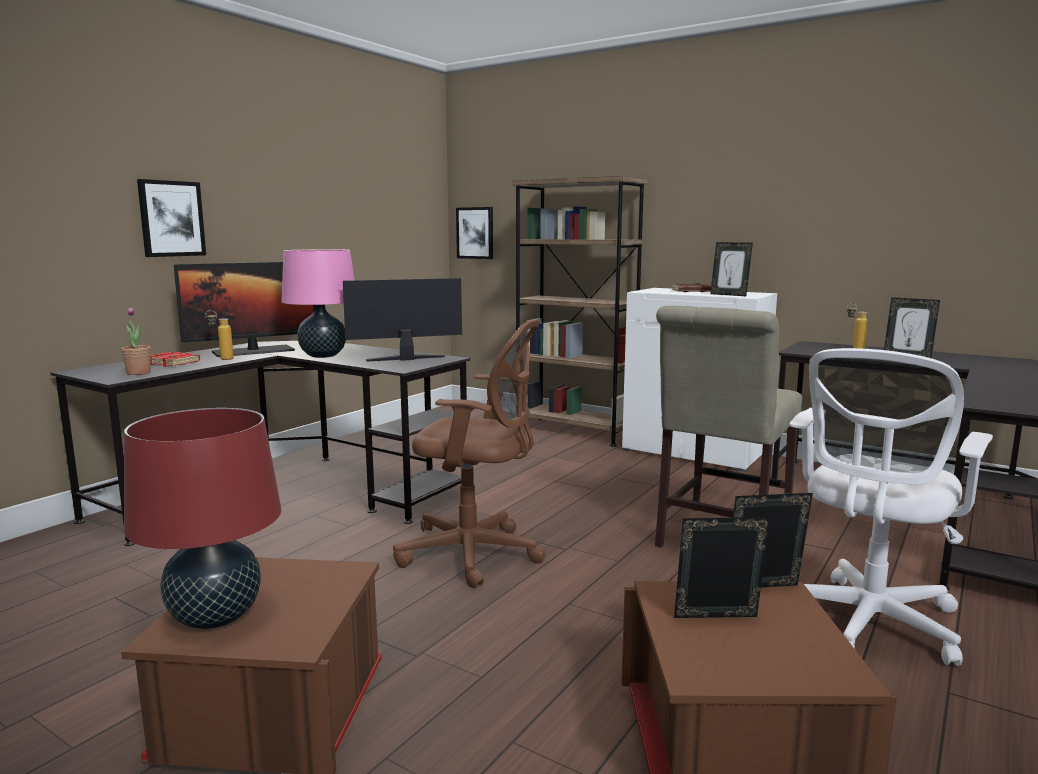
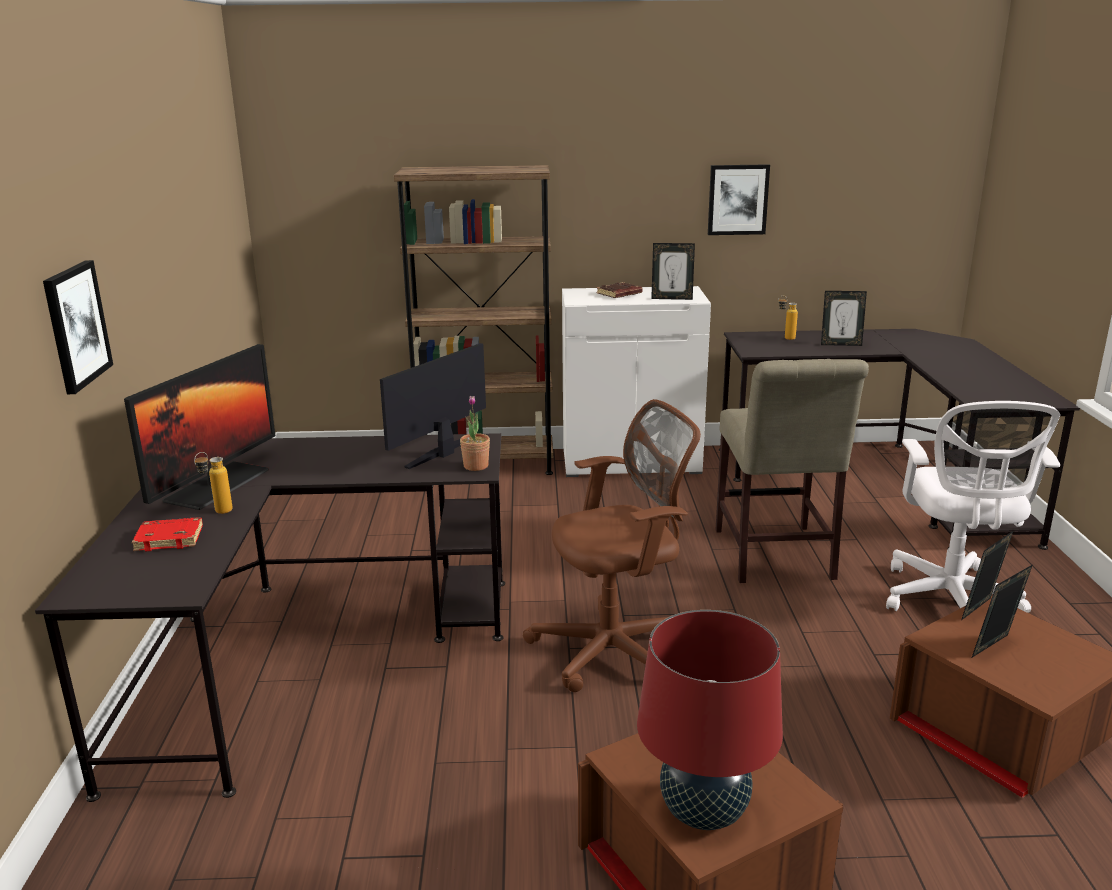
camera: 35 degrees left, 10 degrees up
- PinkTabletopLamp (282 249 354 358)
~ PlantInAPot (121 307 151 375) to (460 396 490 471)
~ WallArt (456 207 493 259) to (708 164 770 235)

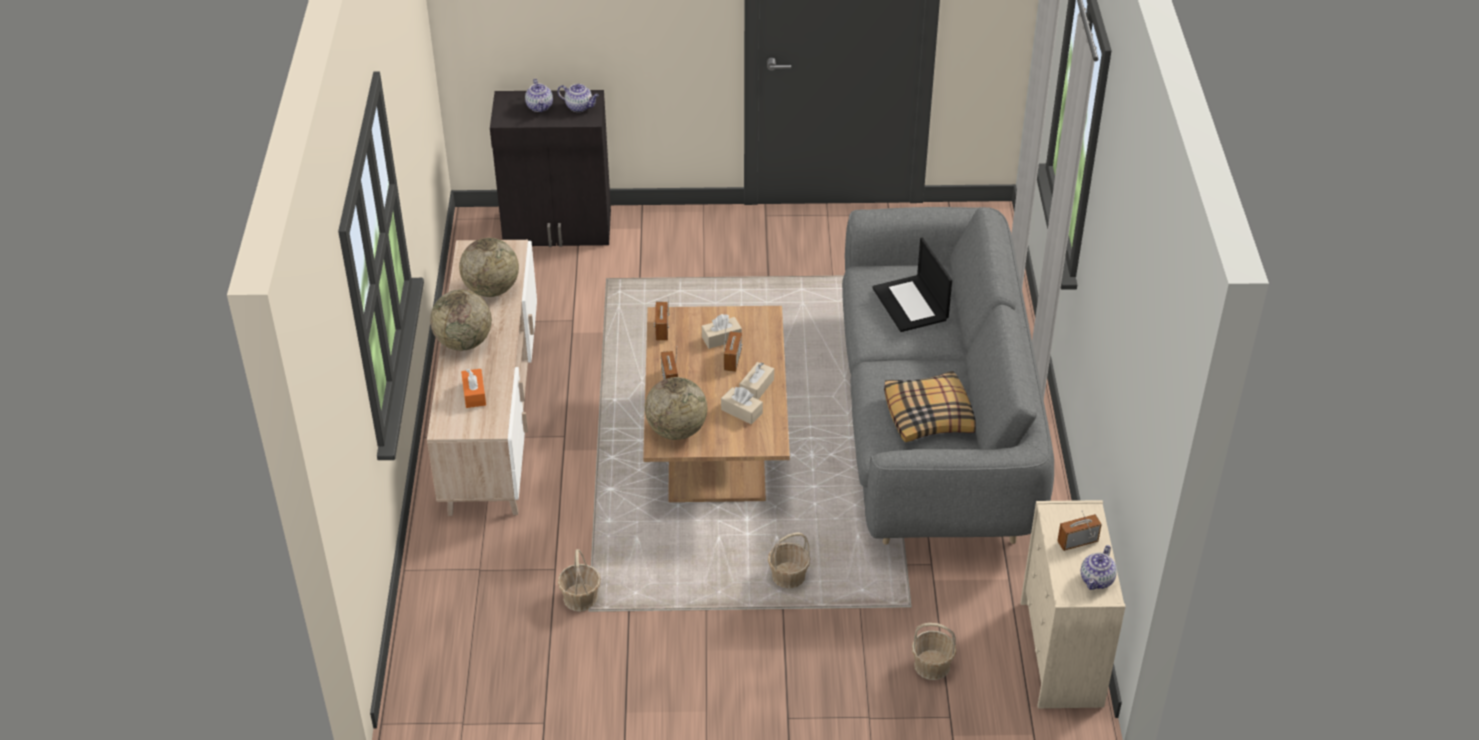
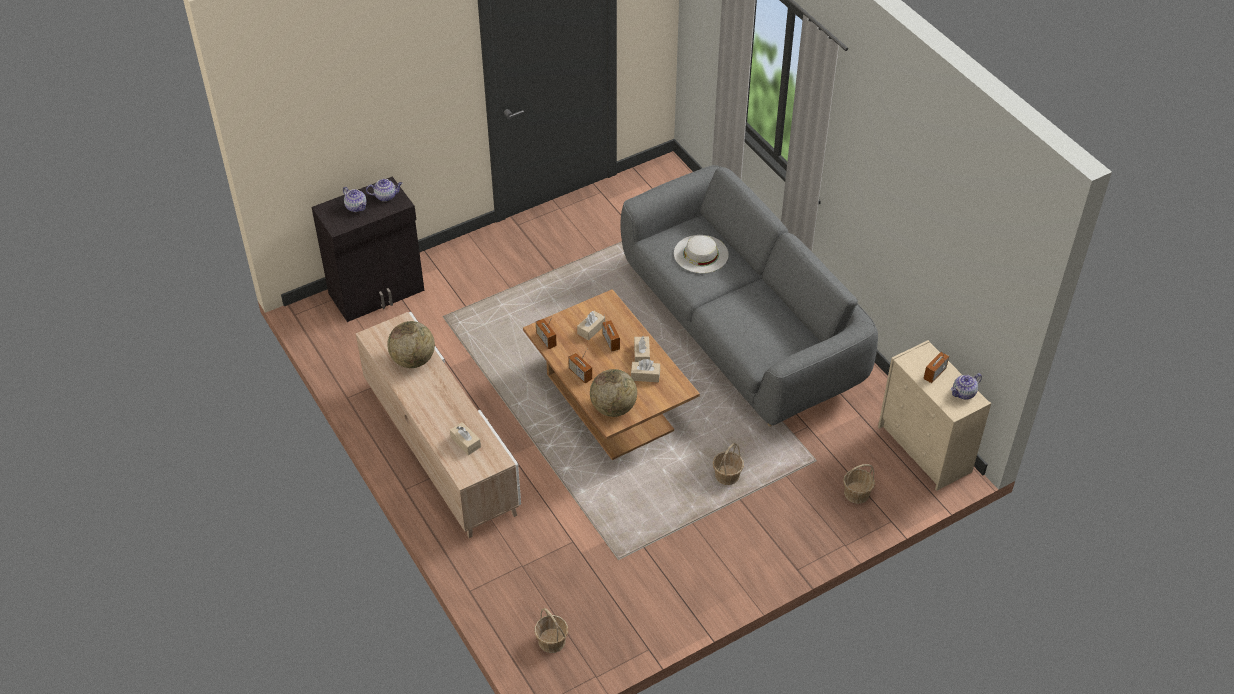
camera: 30 degrees left, 5 degrees up
- Globe (430 290 492 351)
- Cushion (884 371 976 442)
~ StorageBasket (558 549 601 612) to (534 608 568 653)
~ Laptop (872 238 952 332) to WhiteColouredHat (674 235 729 273)
~ OrangeTissueHolder (461 369 486 408) to BeigeColouredTissueHolder (450 422 481 455)
~ Teapot (1081 545 1117 590) = (951 373 982 400) 60 degrees clockwise

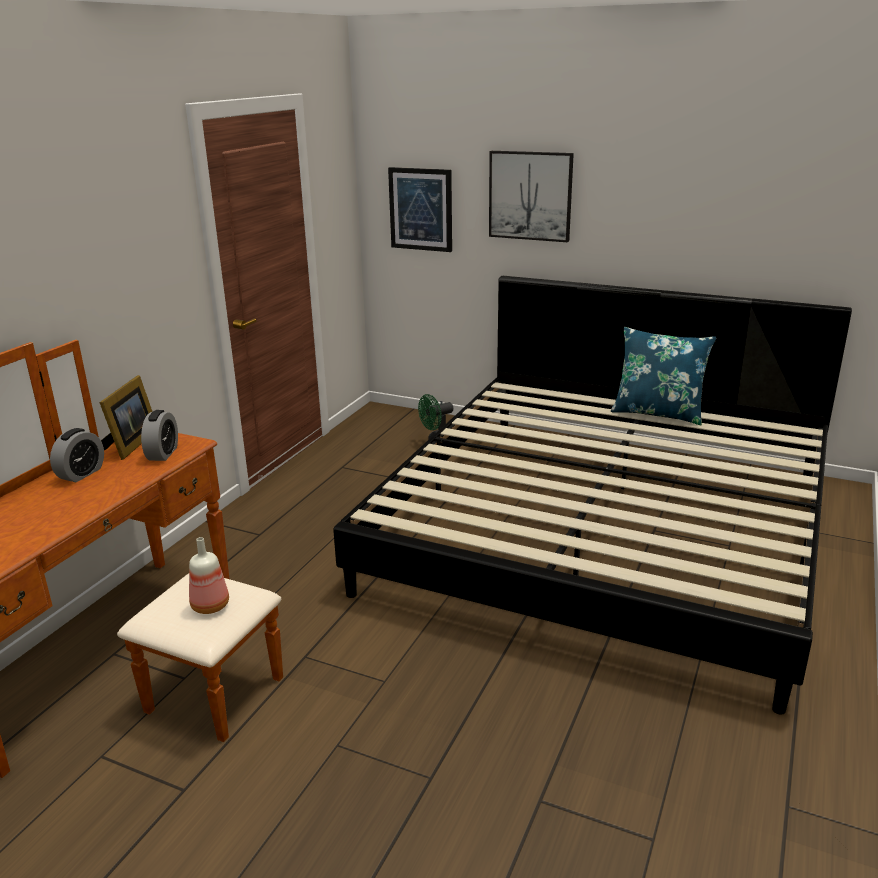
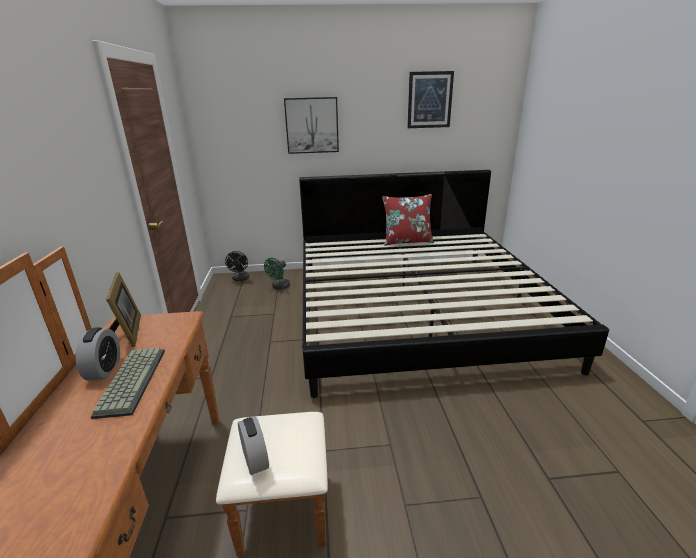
camera: 30 degrees left, 0 degrees up
- DrinkBottle (189 537 229 614)
+ Keyboard (91 348 165 419)
+ BlackishCoolingFan (225 251 249 281)
~ BedsideClock (141 410 178 461) to (238 416 269 475)
~ WallArt (388 167 452 252) to (407 71 454 128)
~ BlueCushion (611 327 717 425) to ReddishCushion (382 194 434 246)

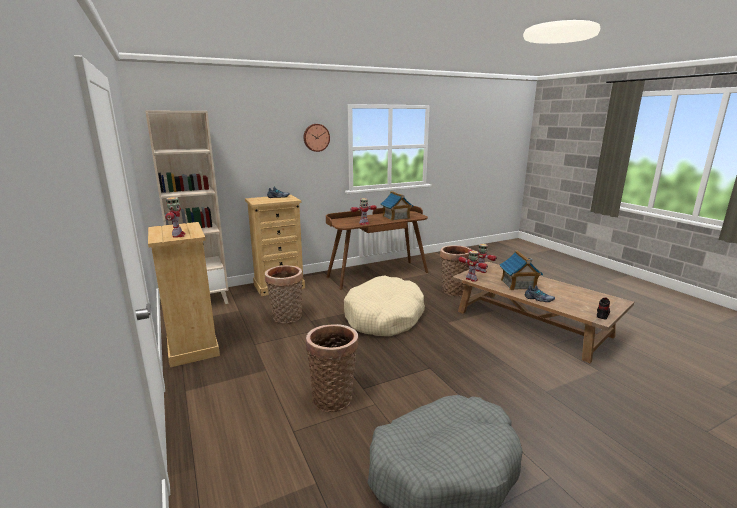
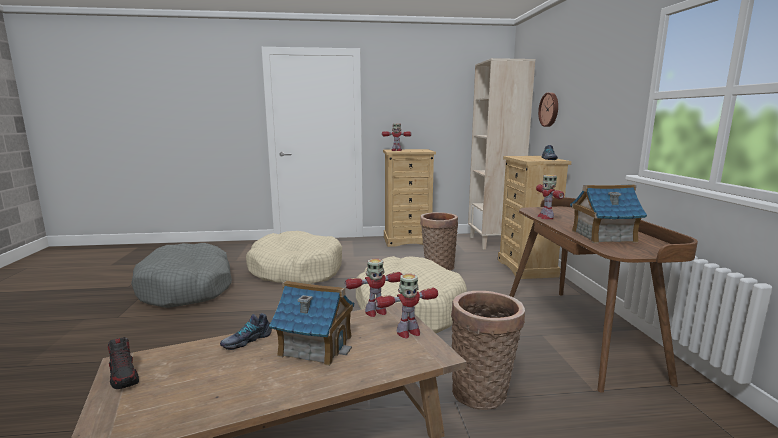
camera: 110 degrees right, 5 degrees down
~ WallClock (304 124 330 152) to (538 92 558 127)
~ StorageBasket (306 324 358 412) to BeigeColouredDogCushion (246 231 342 284)

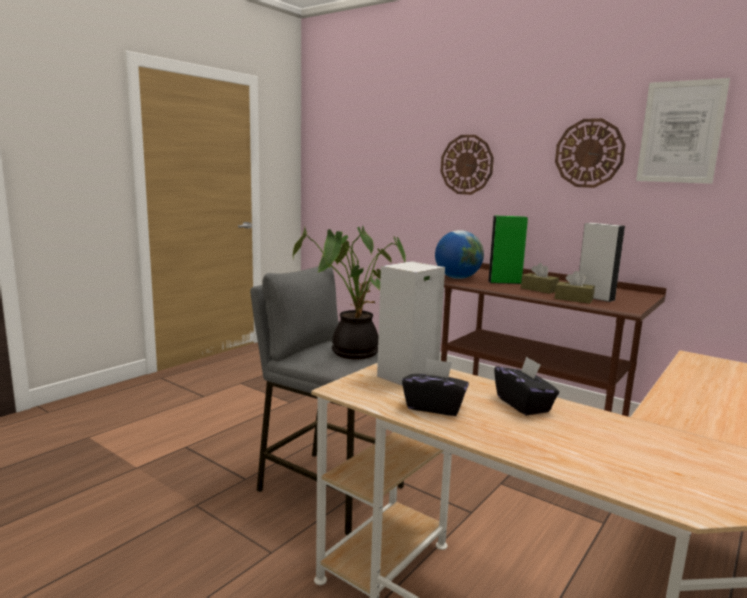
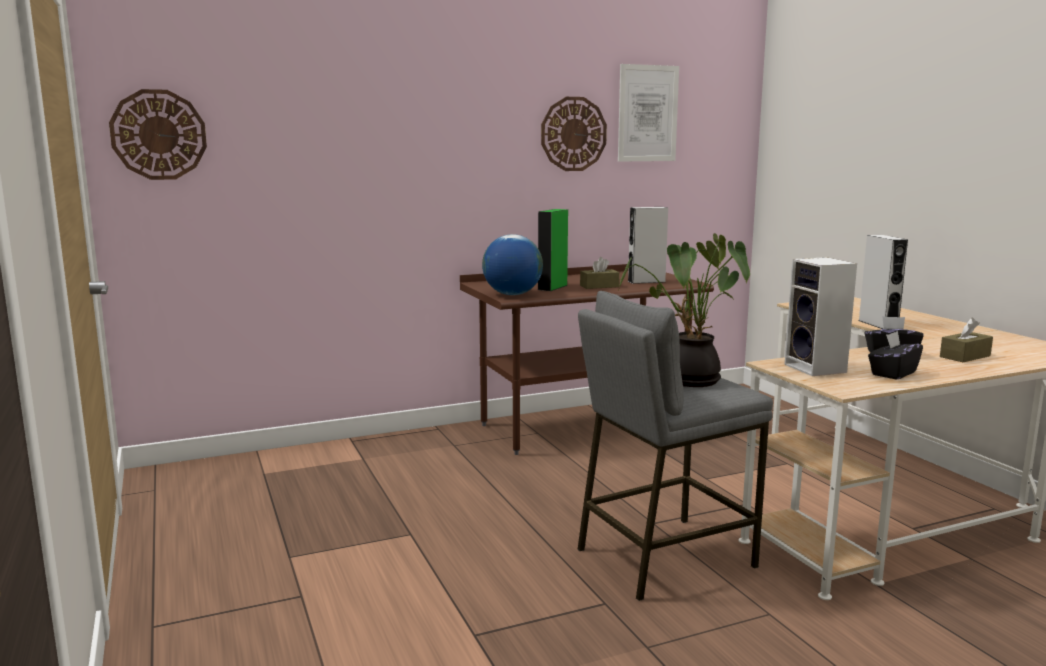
camera: 60 degrees left, 0 degrees up
+ GreyishAudioSpeaker (858 235 908 329)
~ WallClock (441 135 494 195) to (109 89 207 180)
~ BrownishTissueHolder (555 271 595 304) to (940 318 993 362)

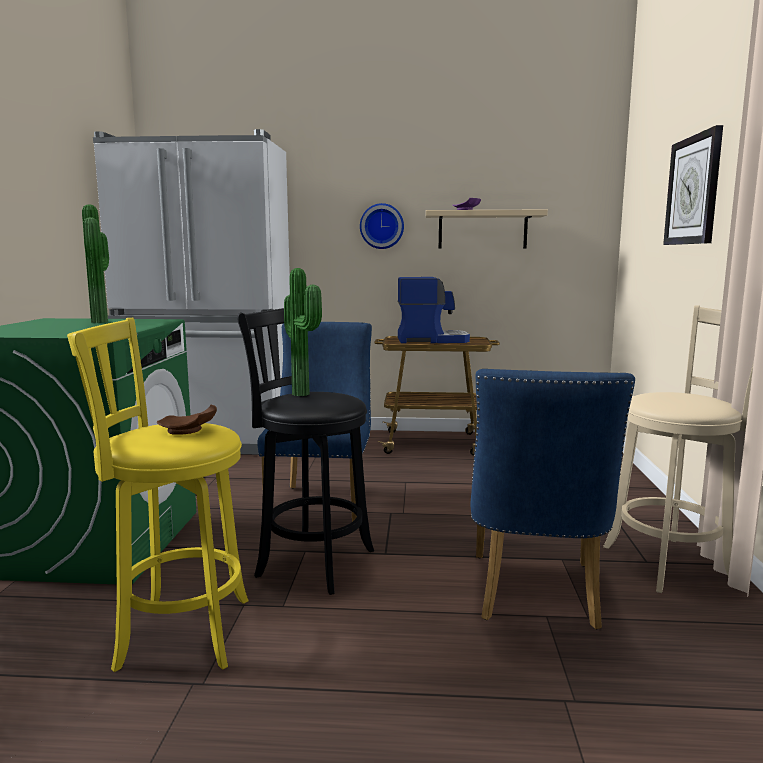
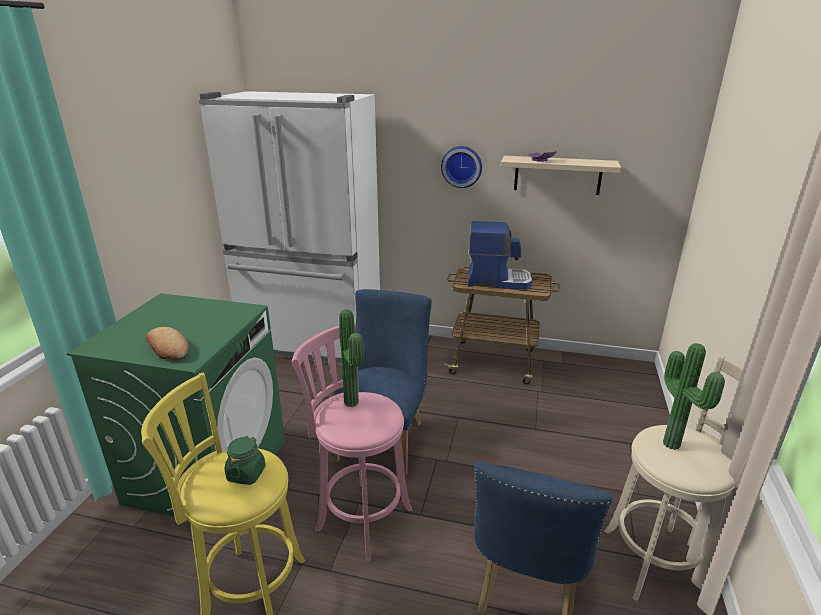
camera: 10 degrees right, 15 degrees up
- WallClock (663 125 723 245)
+ BakeryBread (146 327 189 360)
~ PlantInAPot (82 205 109 323) to (663 343 725 450)
~ BrownishFlatDish (157 405 217 435) to GreenColouredJar (225 436 266 485)
~ BlackishStoolSeat (237 308 374 595) to PinkStoolSeat (292 321 412 562)

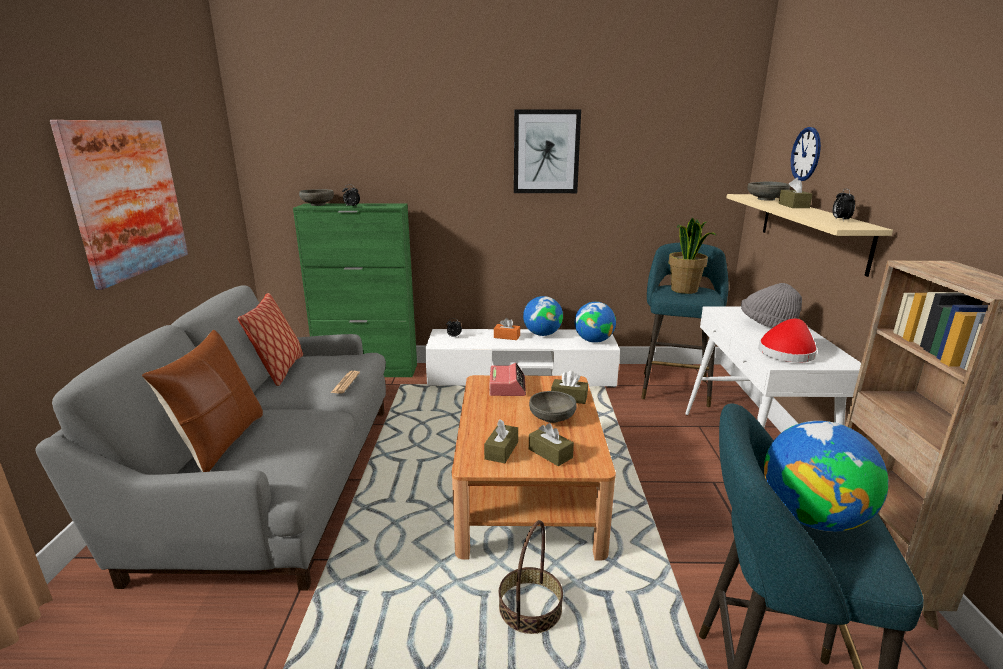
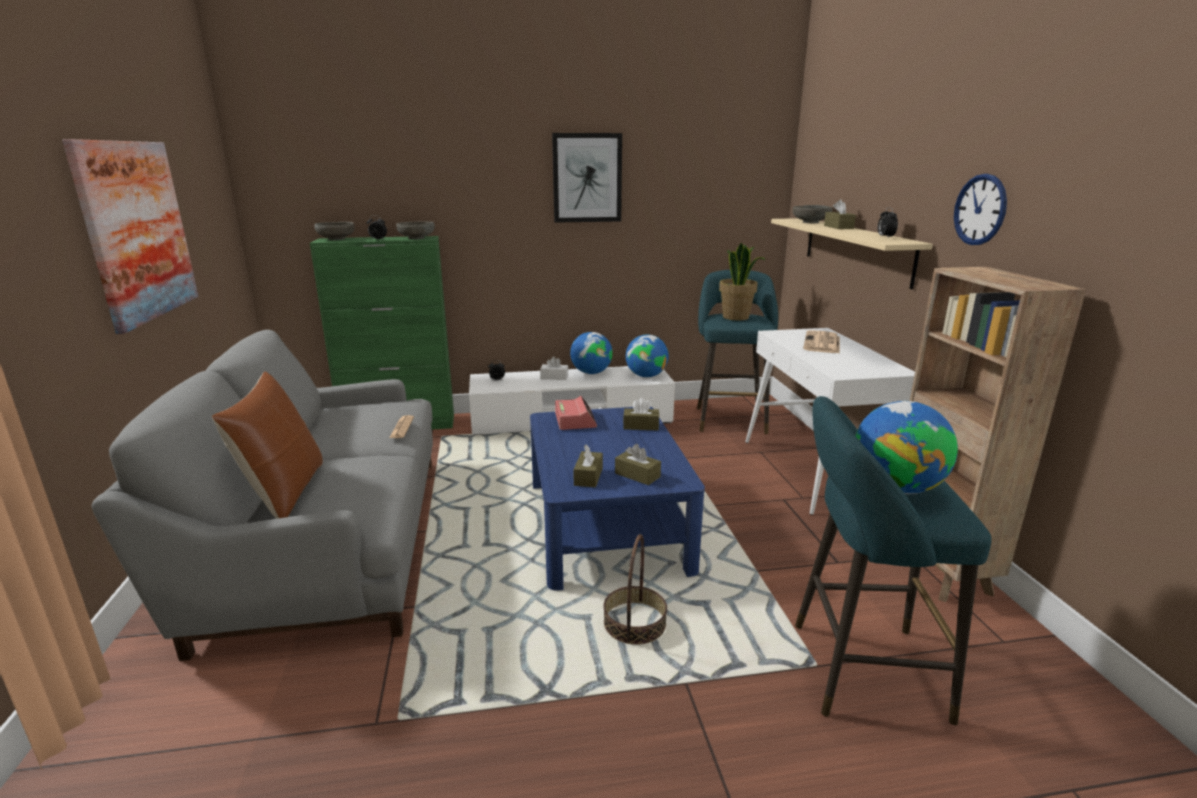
camera: 10 degrees left, 0 degrees up
- Cushion (238 293 303 386)
- ReddishHat (758 318 817 362)
~ GreyishServingBowl (529 391 576 423) to (396 222 435 240)
~ WallClock (791 127 821 181) to (954 174 1007 245)
~ GreyishHat (741 283 802 328) to PrintedPaper (803 330 840 354)
~ BrownishLoungeTable (452 375 616 561) to BlueLoungeTable (530 407 705 590)
~ OrangeTissueHolder (494 318 520 340) to WhiteColouredTissueHolder (540 357 568 380)

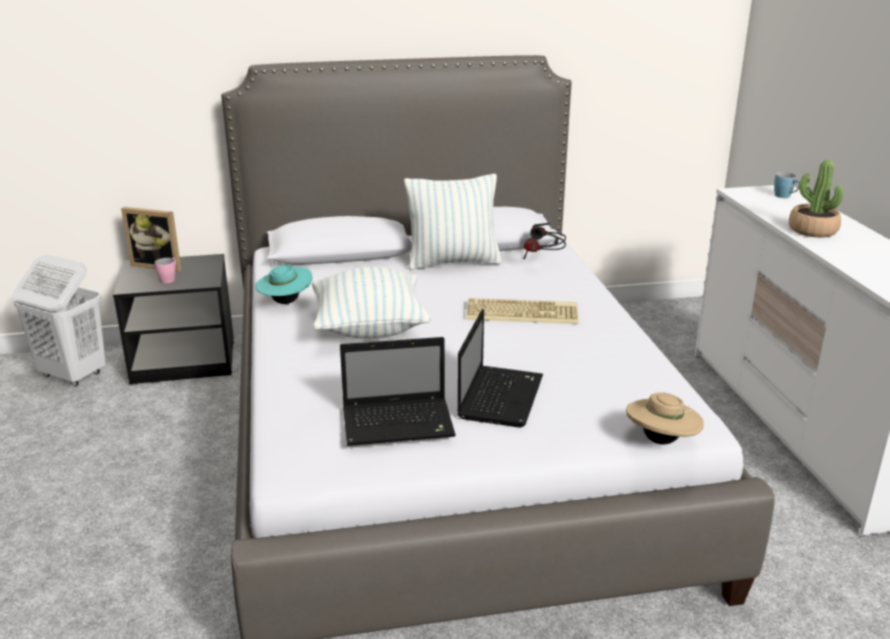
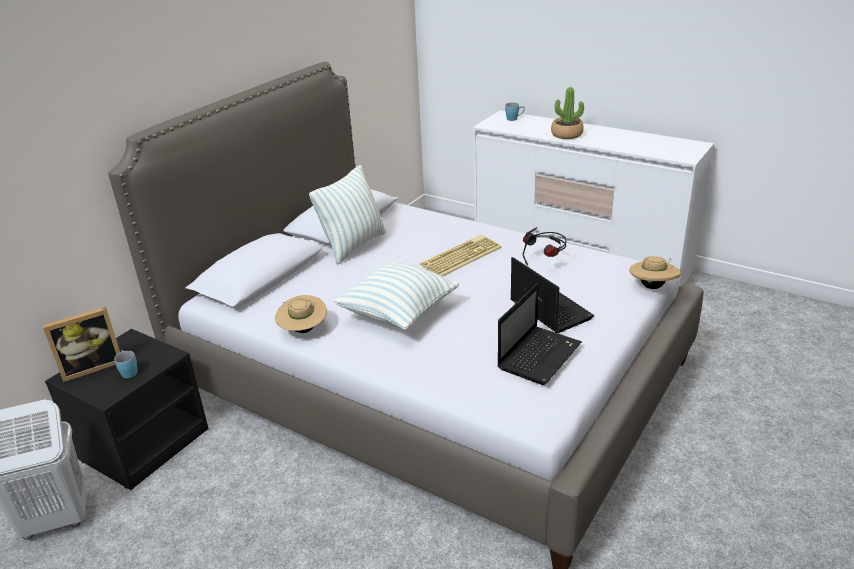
camera: 45 degrees left, 5 degrees up
~ Headset (523 223 566 259) to (522 227 566 265)
~ PinkMug (155 258 176 283) to BlueMug (114 350 137 378)
~ TurquoiseColouredHat (255 263 312 304) to BeigeColouredHat (275 295 327 333)

